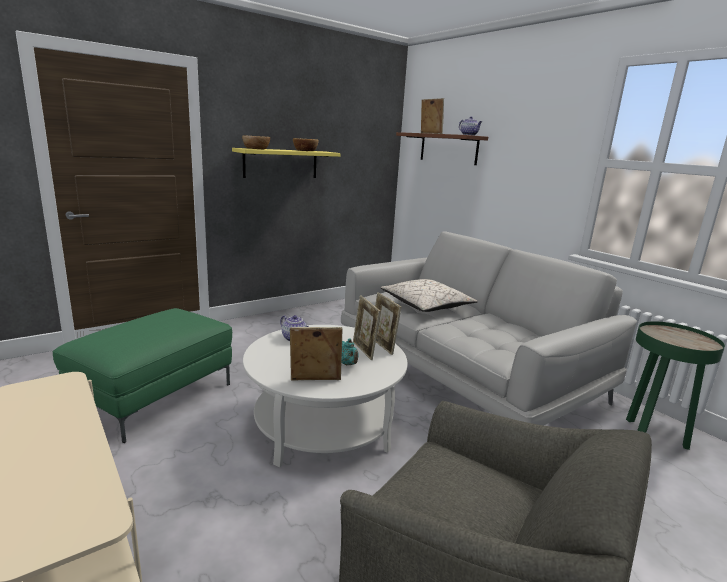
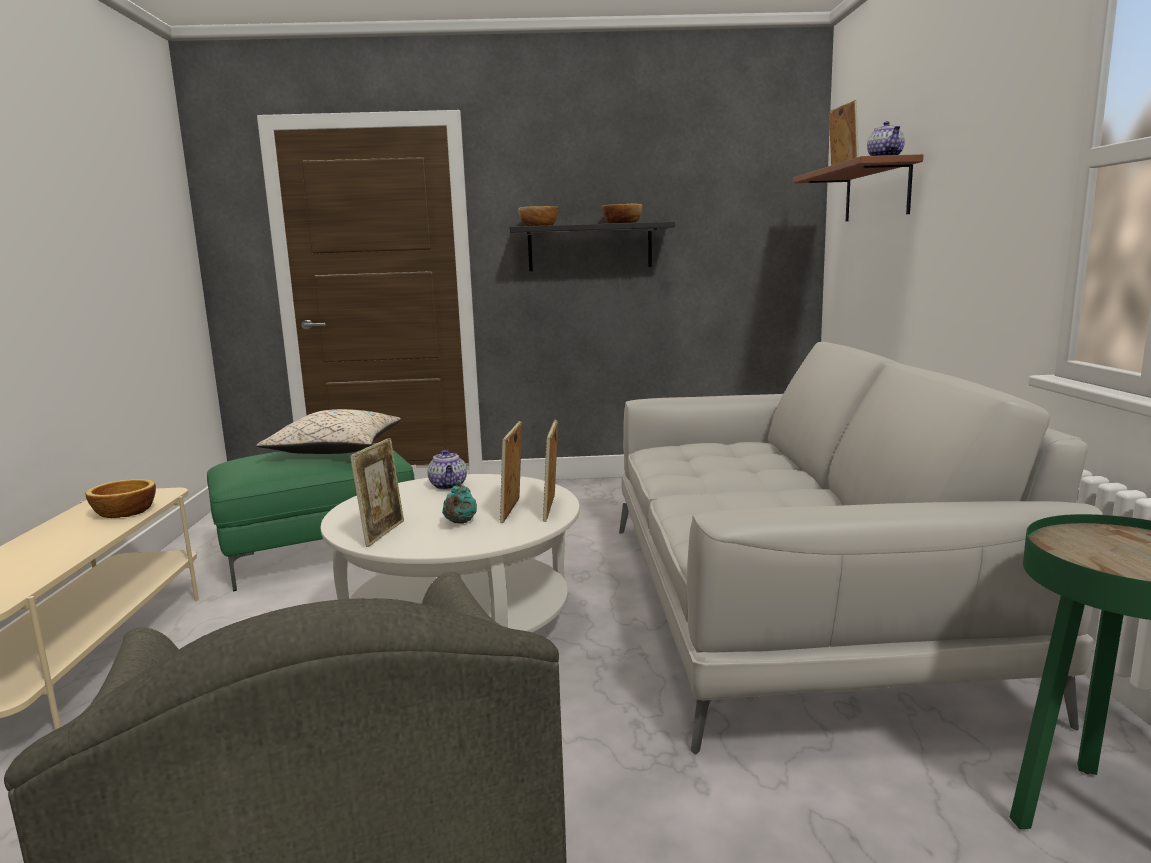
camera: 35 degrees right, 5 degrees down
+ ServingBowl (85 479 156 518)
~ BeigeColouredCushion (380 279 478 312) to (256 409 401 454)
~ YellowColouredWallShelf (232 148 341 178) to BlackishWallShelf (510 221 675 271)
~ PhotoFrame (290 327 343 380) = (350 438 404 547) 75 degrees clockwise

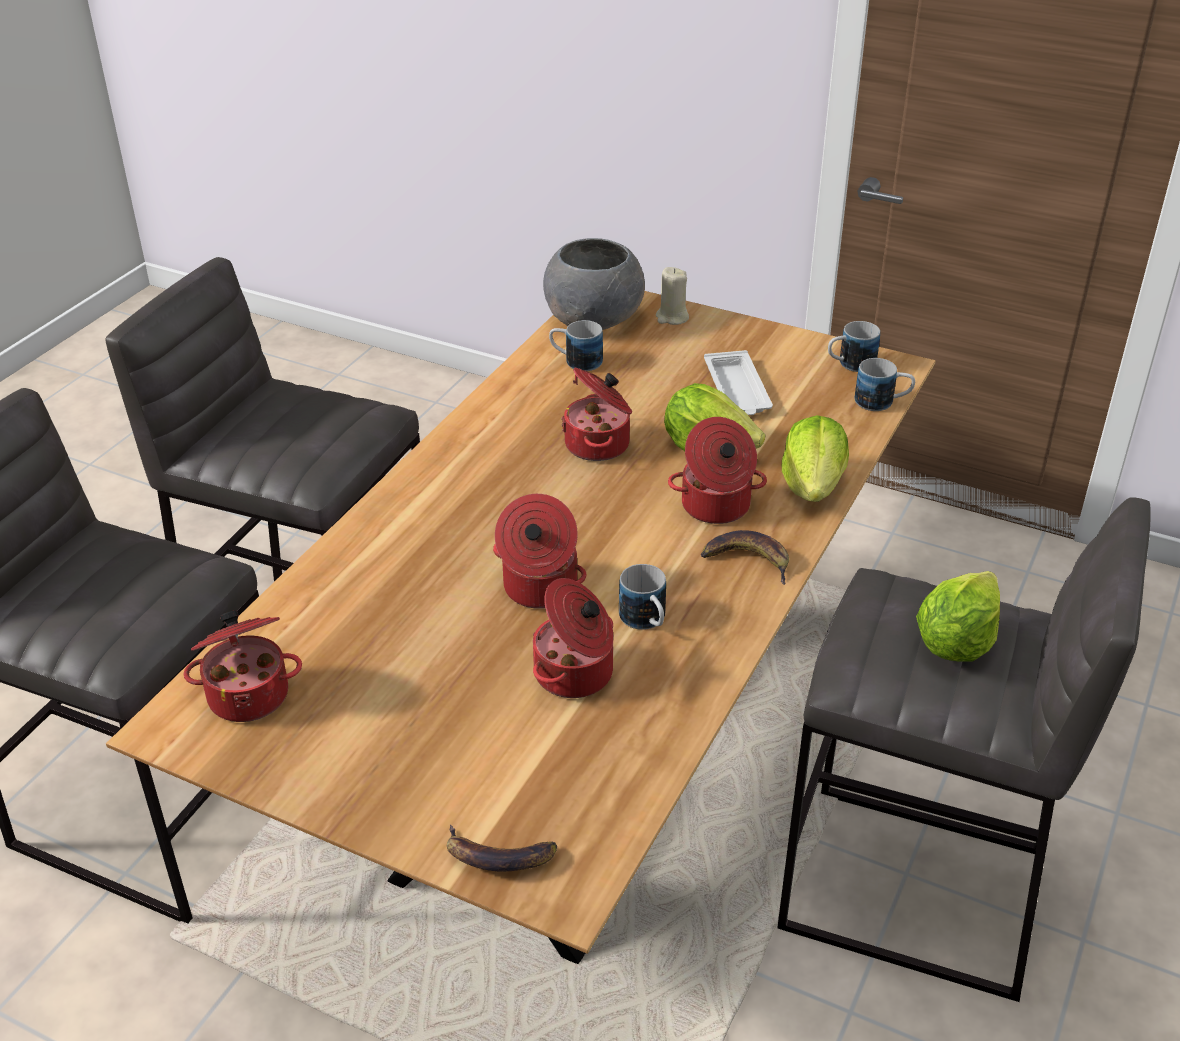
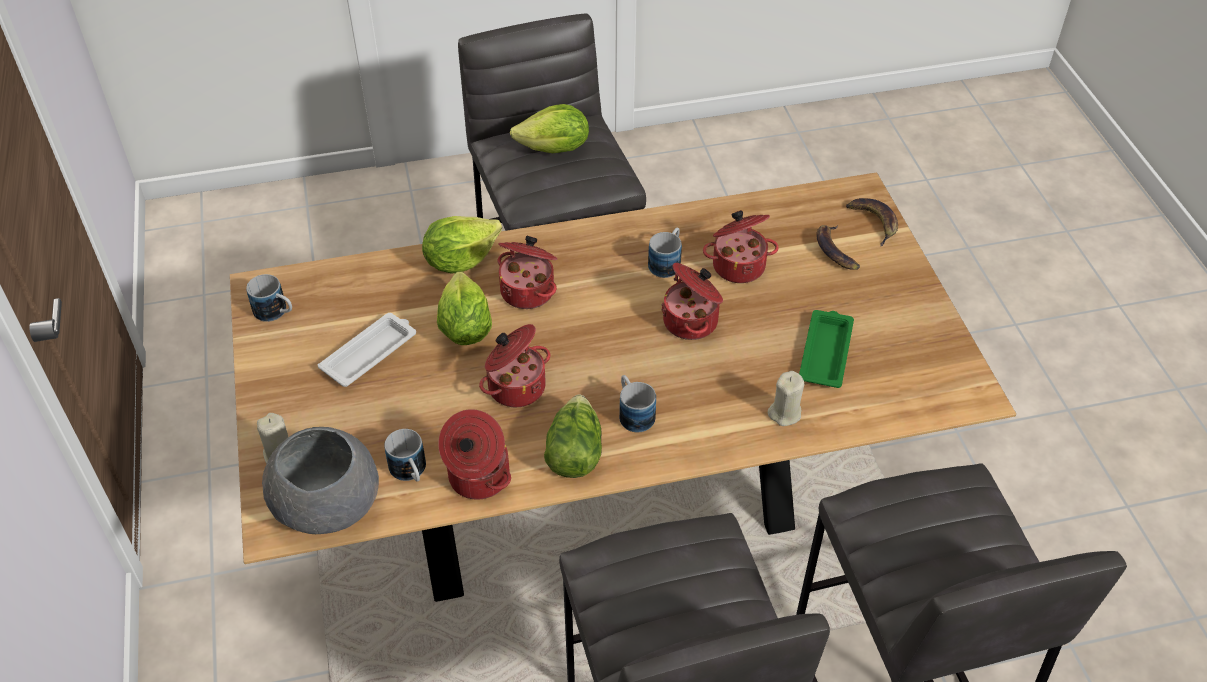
camera: 130 degrees left, 10 degrees up
+ HeadOfLettuce (544 395 602 478)
+ BeigeColouredWaxLight (768 371 804 426)
+ GreenColouredServingTray (799 310 854 388)
~ Saucepot (183 610 302 722) to (438 409 511 500)
~ Banana (701 530 789 585) to (816 225 860 269)
~ Mug (855 358 915 411) to (619 375 656 433)

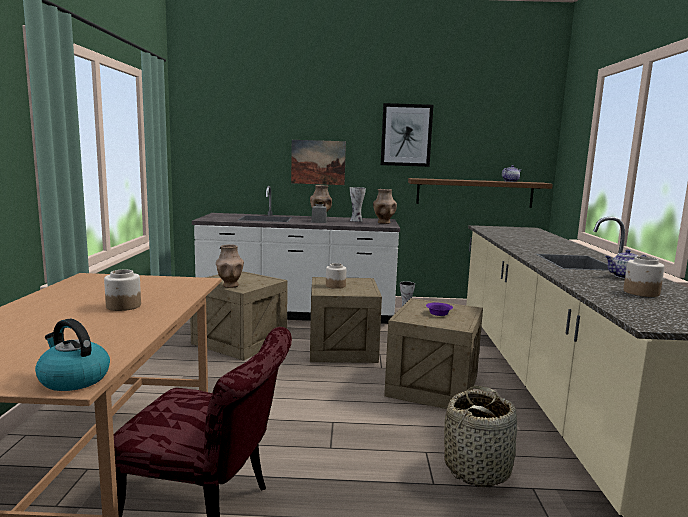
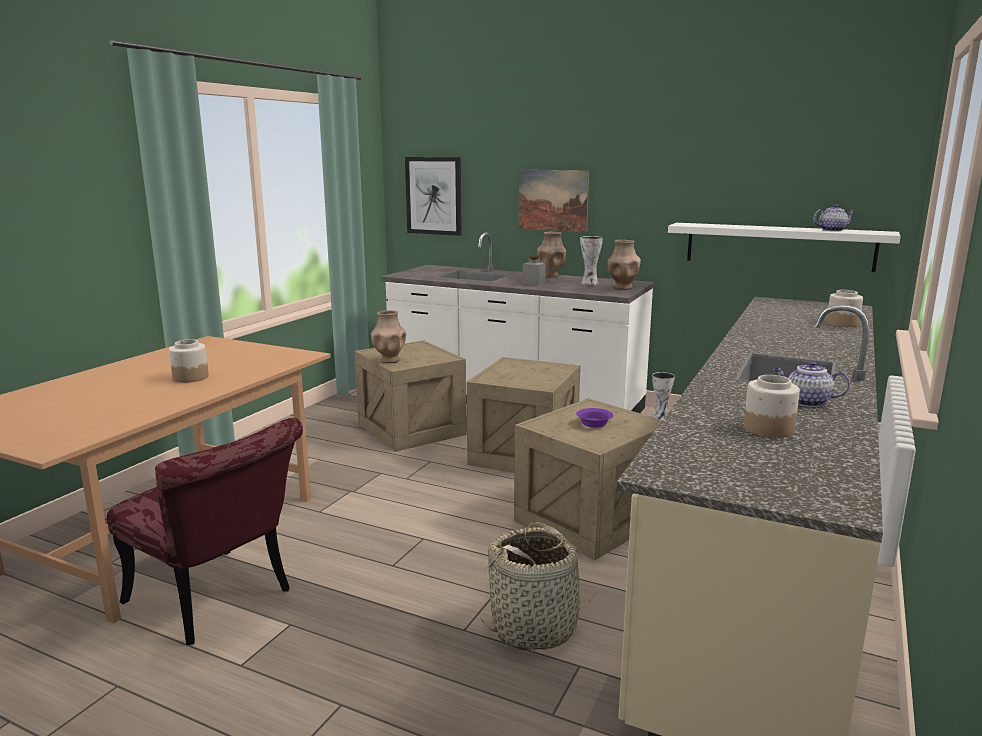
camera: 25 degrees right, 5 degrees up
- Kettle (35 319 110 391)
~ Jar (326 263 346 289) to (827 290 863 327)
~ WallArt (381 103 434 167) to (405 157 462 236)
~ BrownishWallShelf (408 178 553 208) to WhiteColouredWallShelf (668 223 900 272)

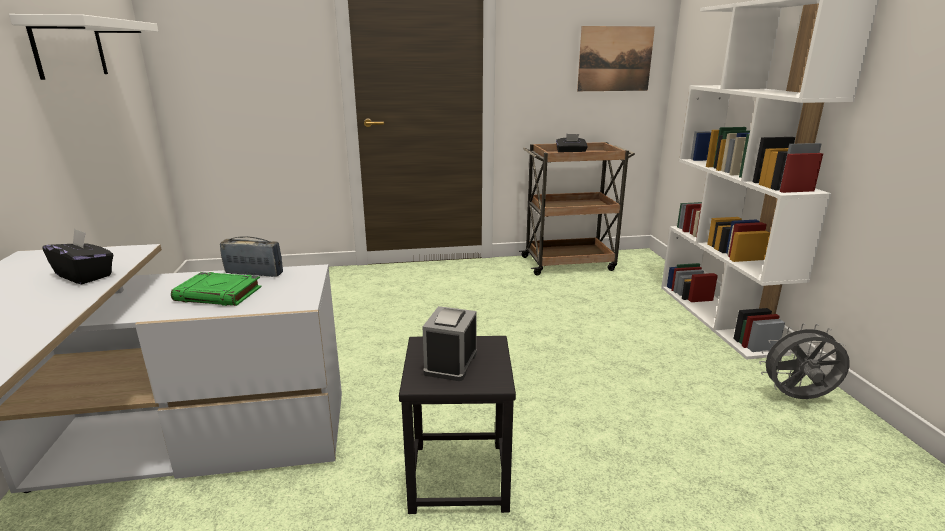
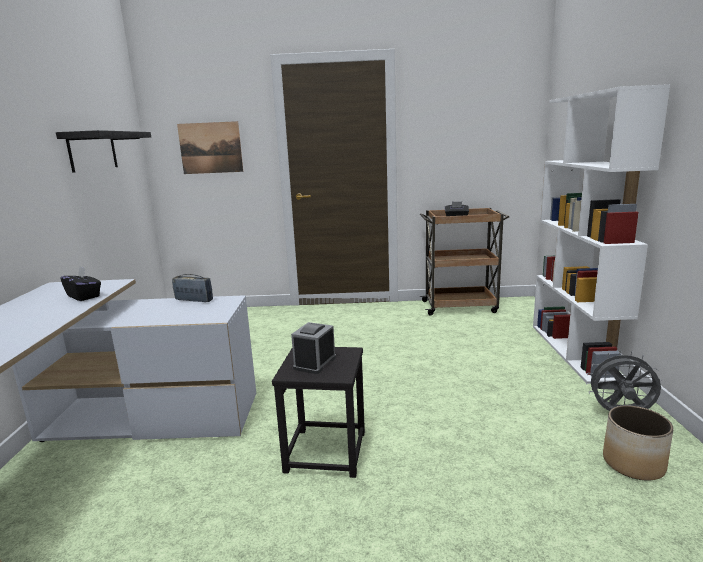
camera: 10 degrees right, 5 degrees down
- GreenColouredVolume (171 272 261 306)
+ FlowerPot (603 405 674 480)
~ WallArt (577 26 655 91) to (177 121 243 174)
~ WhiteColouredWallShelf (9 14 158 80) to BlackishWallShelf (56 130 151 173)

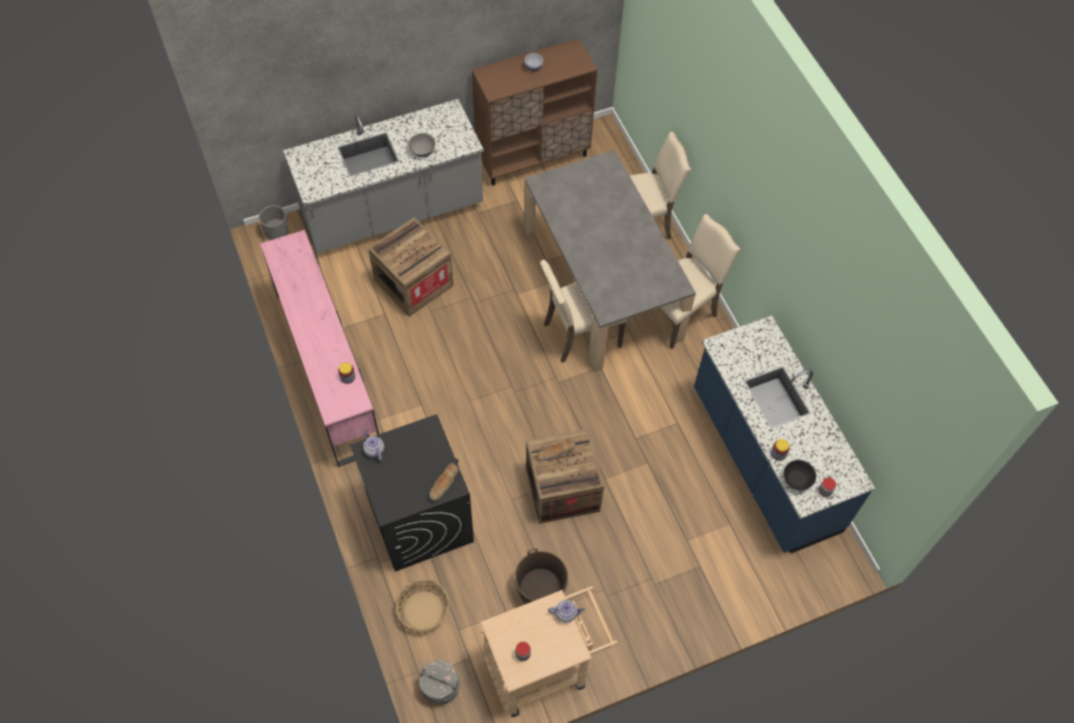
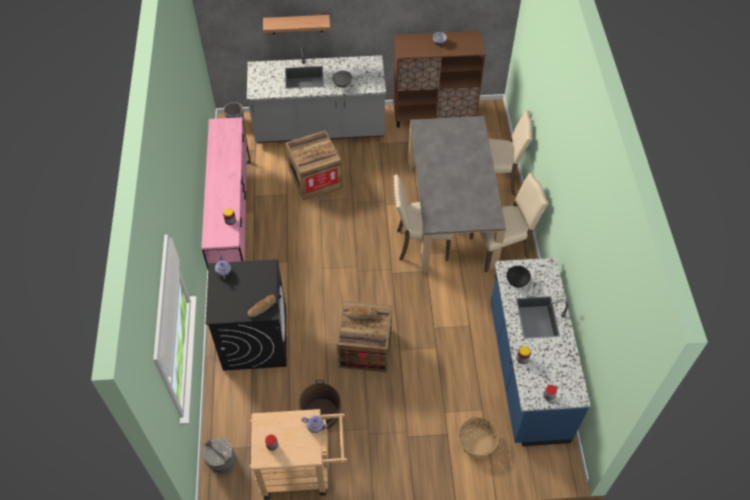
camera: 20 degrees right, 5 degrees down
+ WallShelf (263 15 330 34)
~ StorageBasket (396 579 449 631) to (457 417 499 457)
~ BlackishServingBowl (783 460 816 491) to (506 266 531 288)

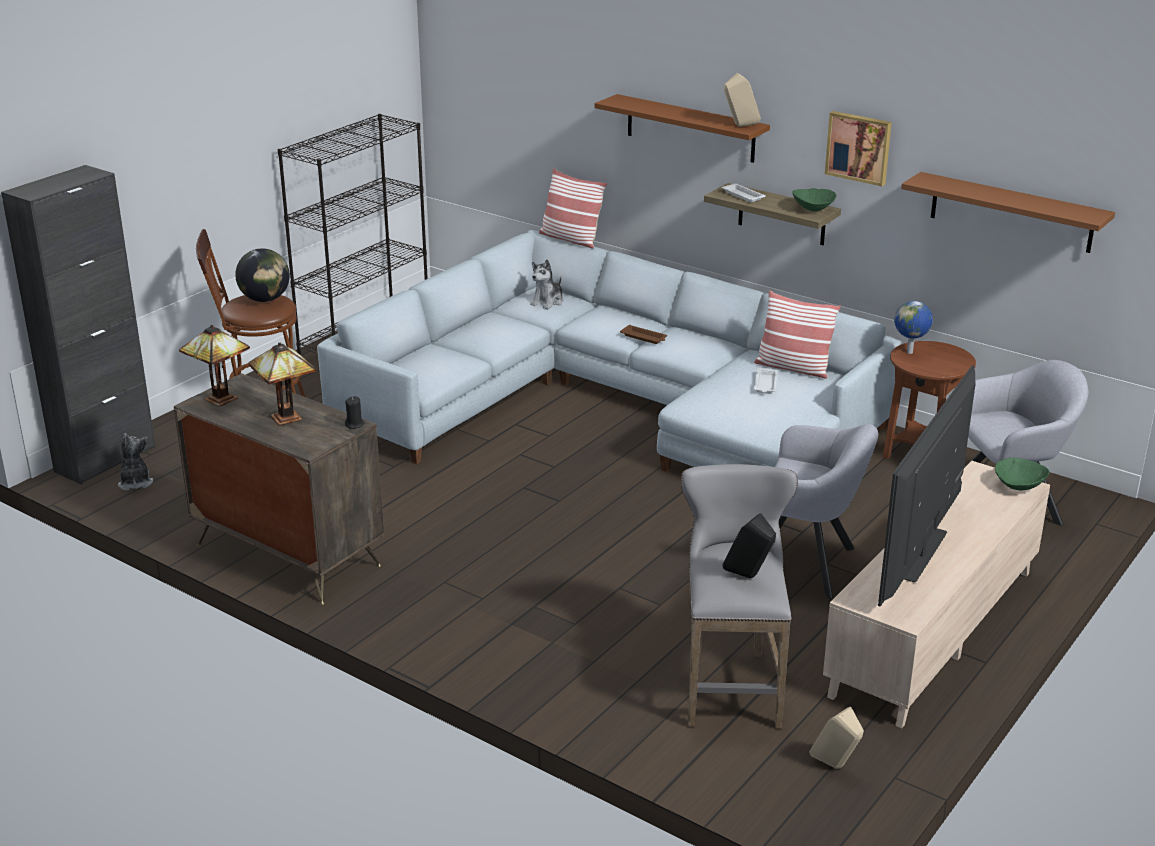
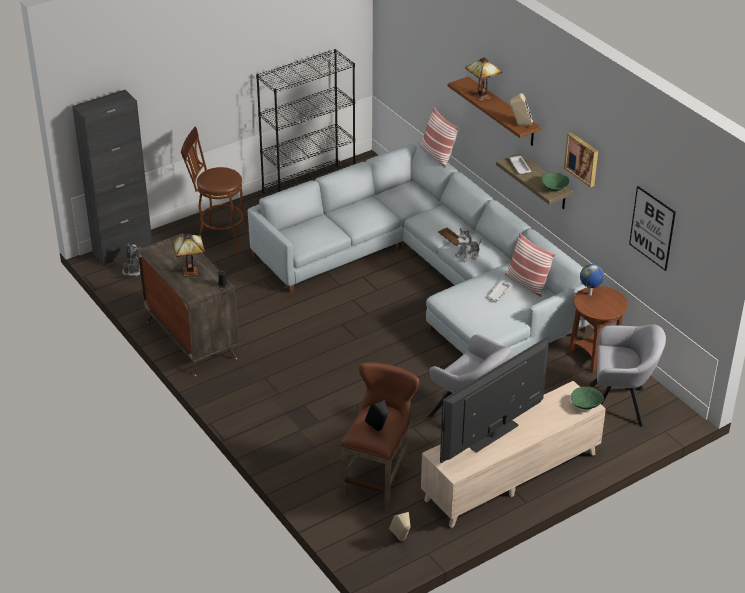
camera: 20 degrees right, 10 degrees up
- Globe (235 248 290 302)
~ TabletopLamp (179 325 250 407) to (465 57 502 101)
~ CuddlyToy (530 259 564 310) to (455 228 482 262)
~ BrownishWallShelf (901 172 1115 253) to WallArt (629 186 676 271)
~ GreyishStoolSeat (681 464 798 729) to BrownishStoolSeat (340 362 420 511)

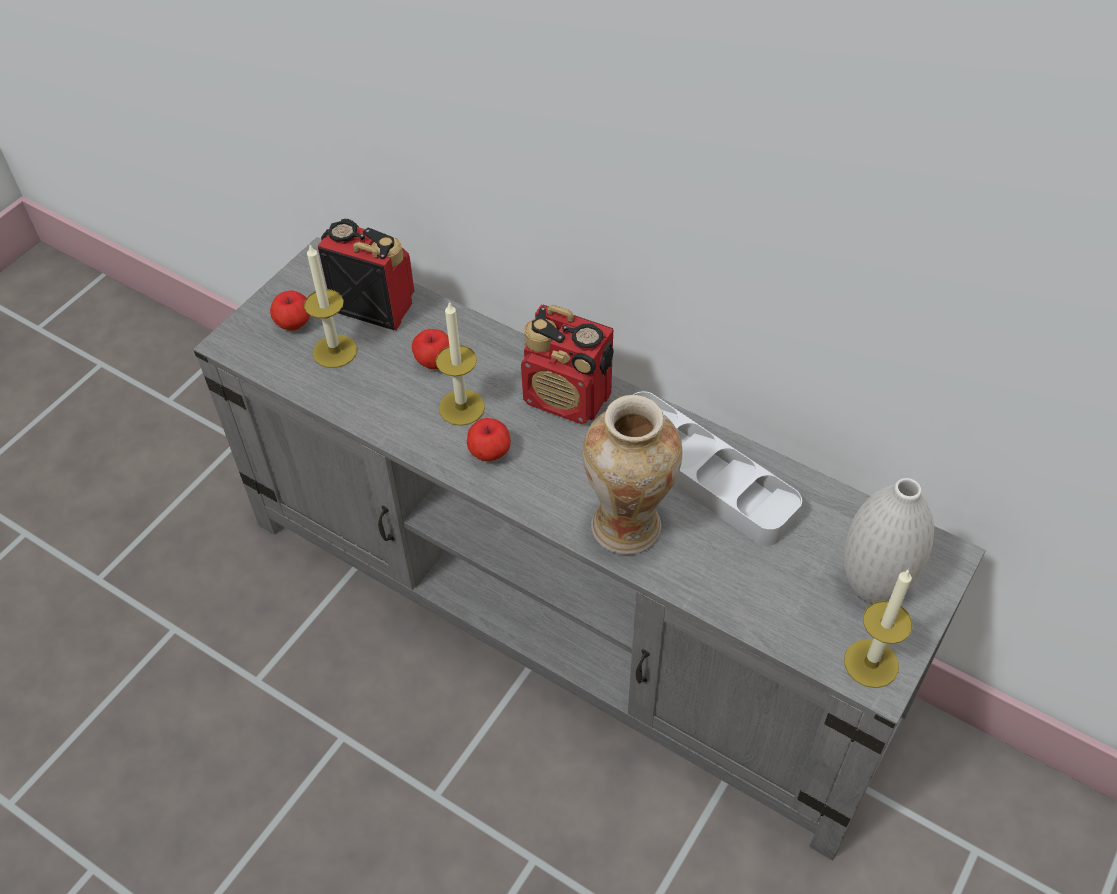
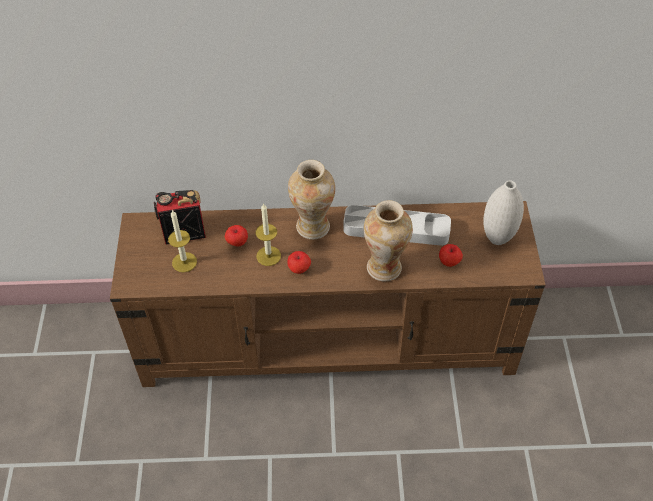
camera: 35 degrees left, 0 degrees up
- WaxLight (844 569 912 688)
~ Apple (270 290 310 330) to (439 244 463 267)
~ Radio (521 305 613 424) to FlowerVase (288 160 335 240)
~ GreyishTvUnit (193 237 986 860) to BrownishTvUnit (110 201 546 387)

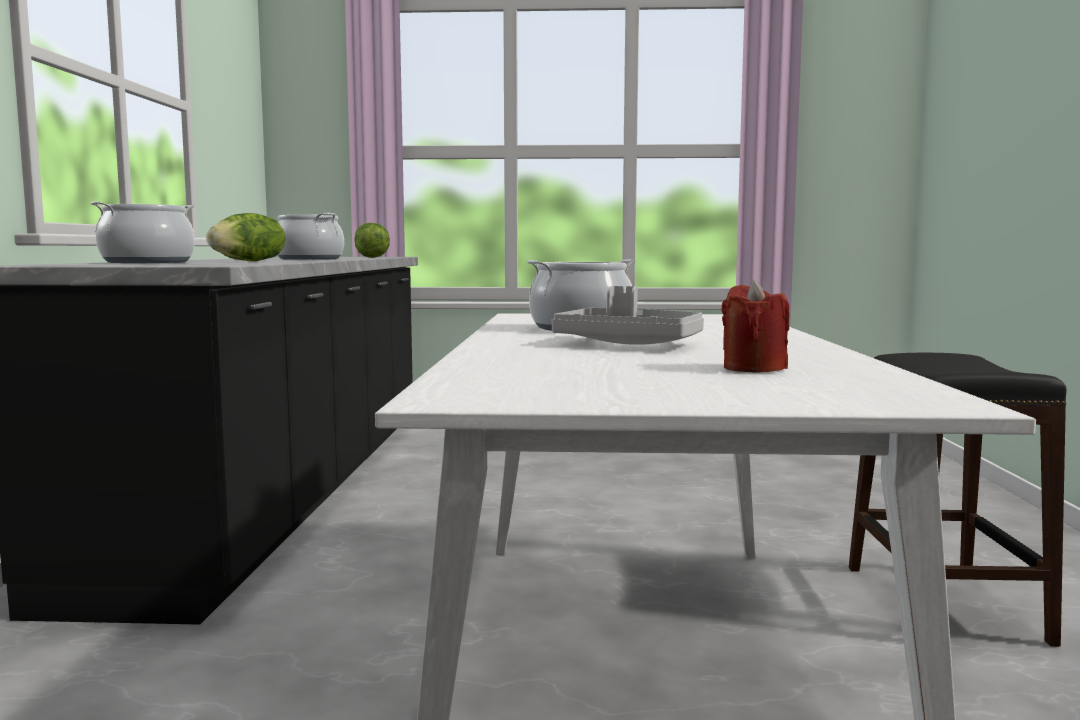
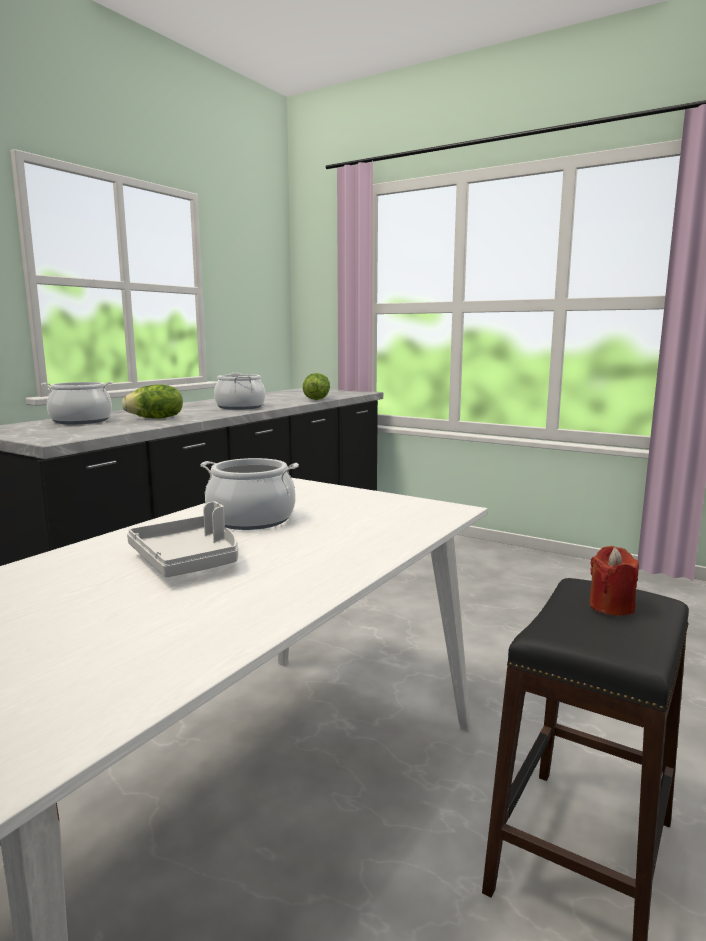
camera: 30 degrees right, 5 degrees up
~ ReddishWaxLight (721 279 789 373) to (589 546 639 616)

